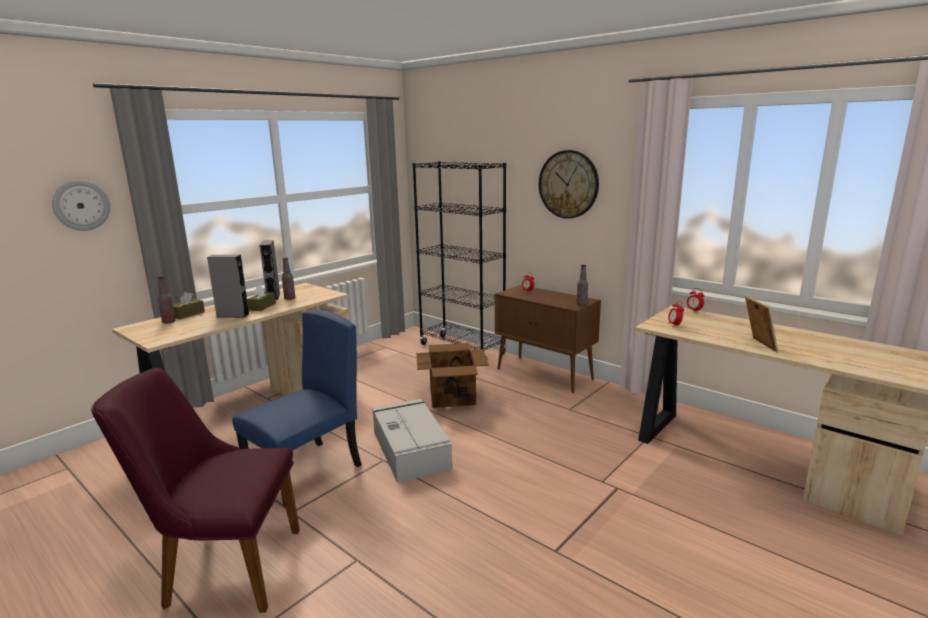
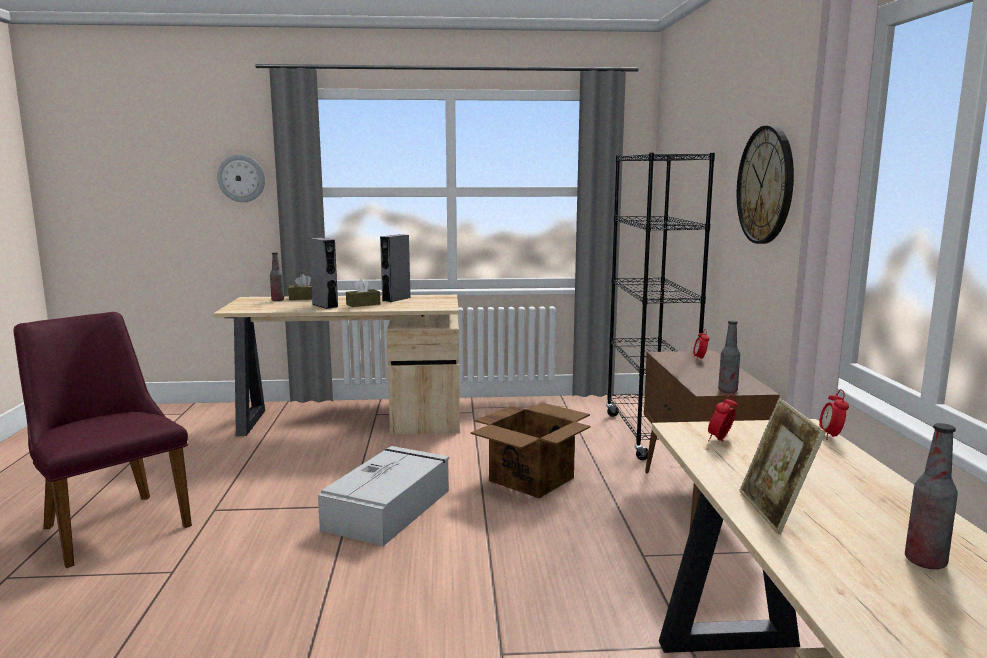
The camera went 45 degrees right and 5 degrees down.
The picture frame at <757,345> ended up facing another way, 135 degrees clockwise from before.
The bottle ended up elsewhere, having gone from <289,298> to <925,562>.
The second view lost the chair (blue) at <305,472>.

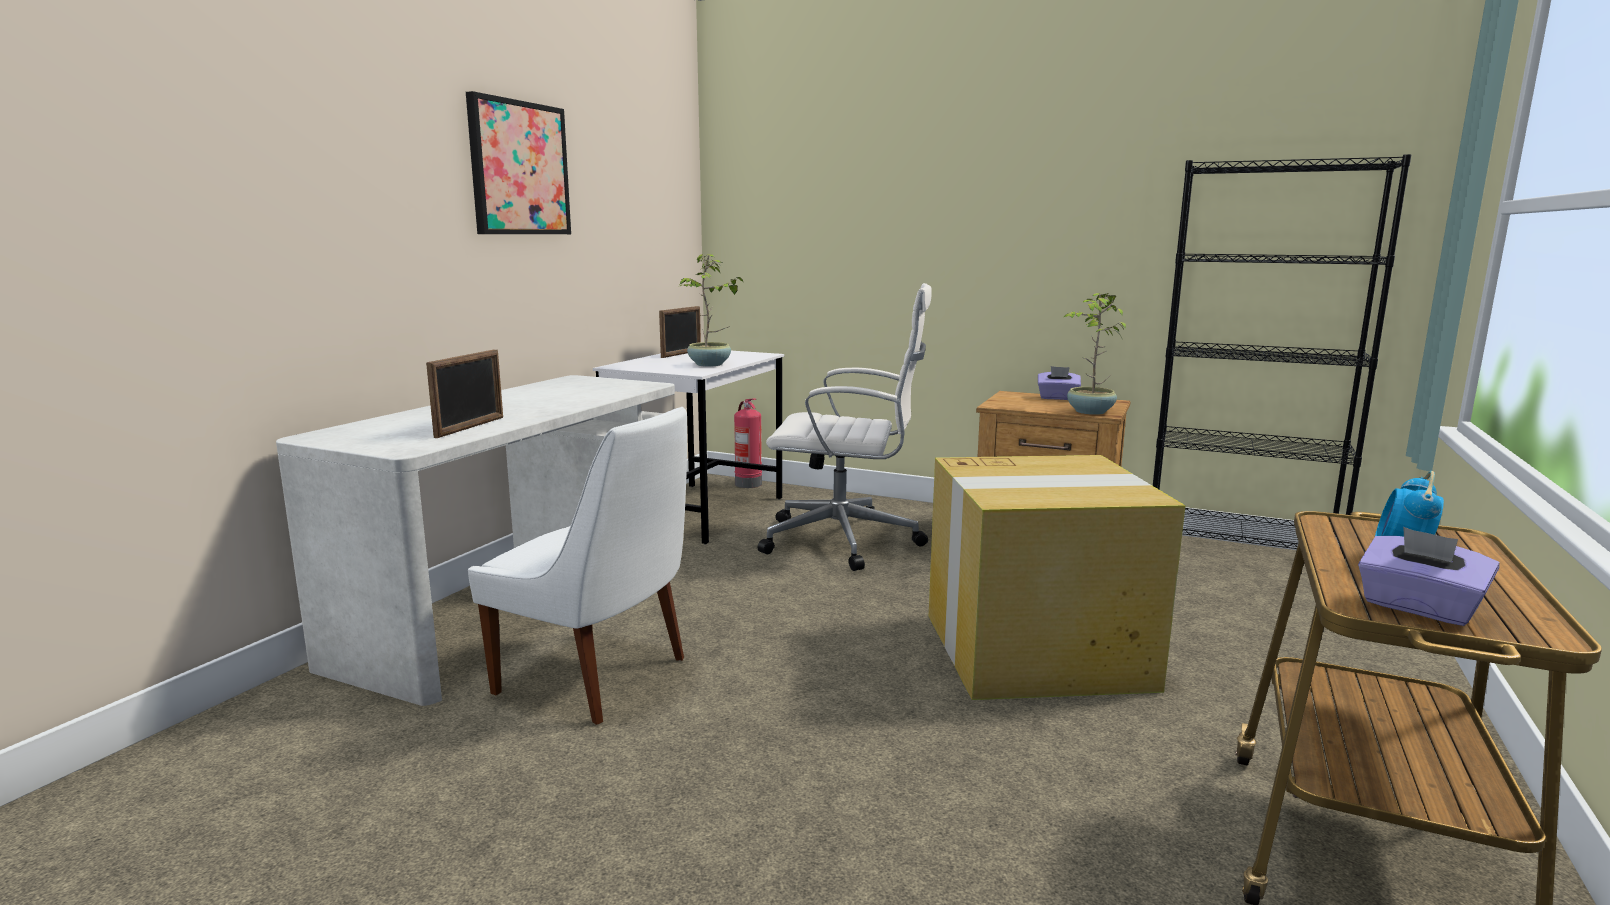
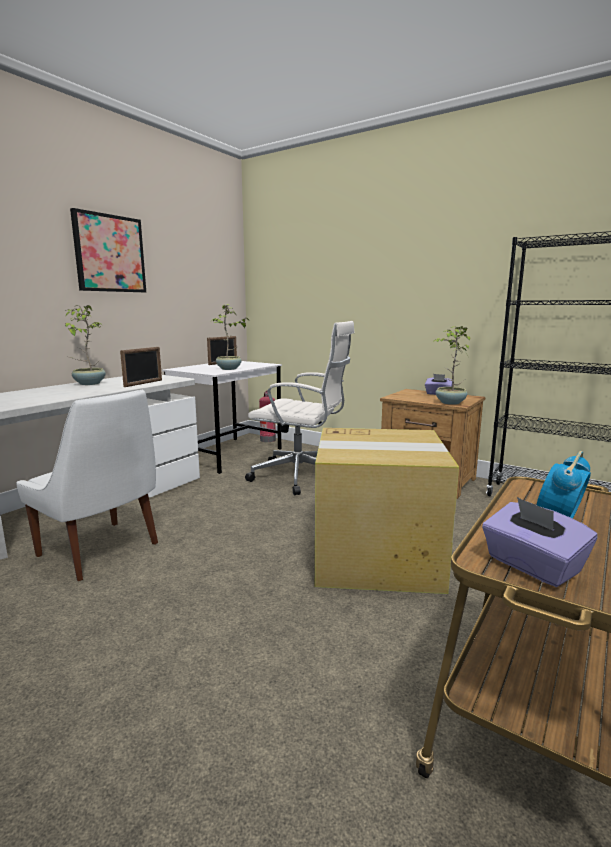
The camera went 10 degrees right and 0 degrees up.
The second view gained the potted plant at <89,383>.
The picture frame ended up elsewhere, having gone from <470,427> to <143,383>.

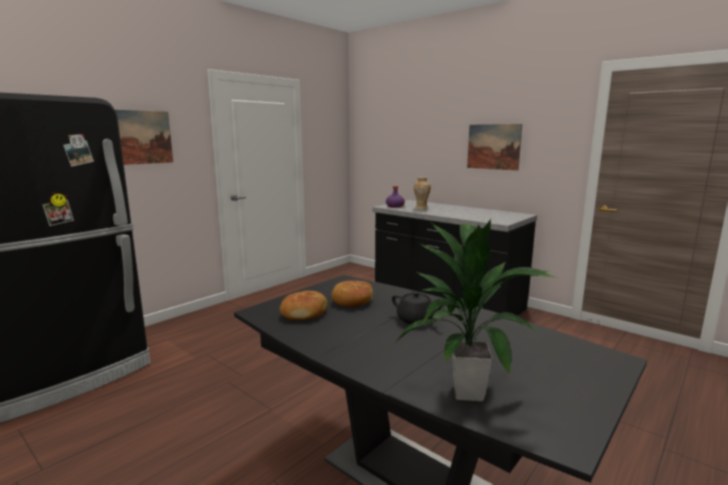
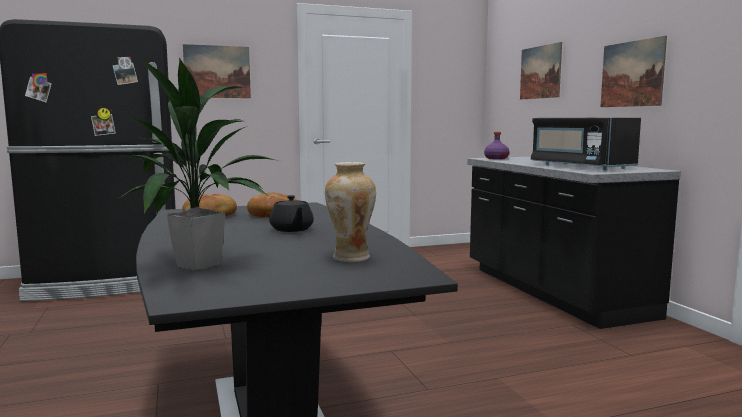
The camera went 30 degrees right and 5 degrees down.
The vase ended up elsewhere, having gone from <421,209> to <350,258>.
The second view gained the picture at <540,72>.
The second view gained the microwave (black) at <579,166>.

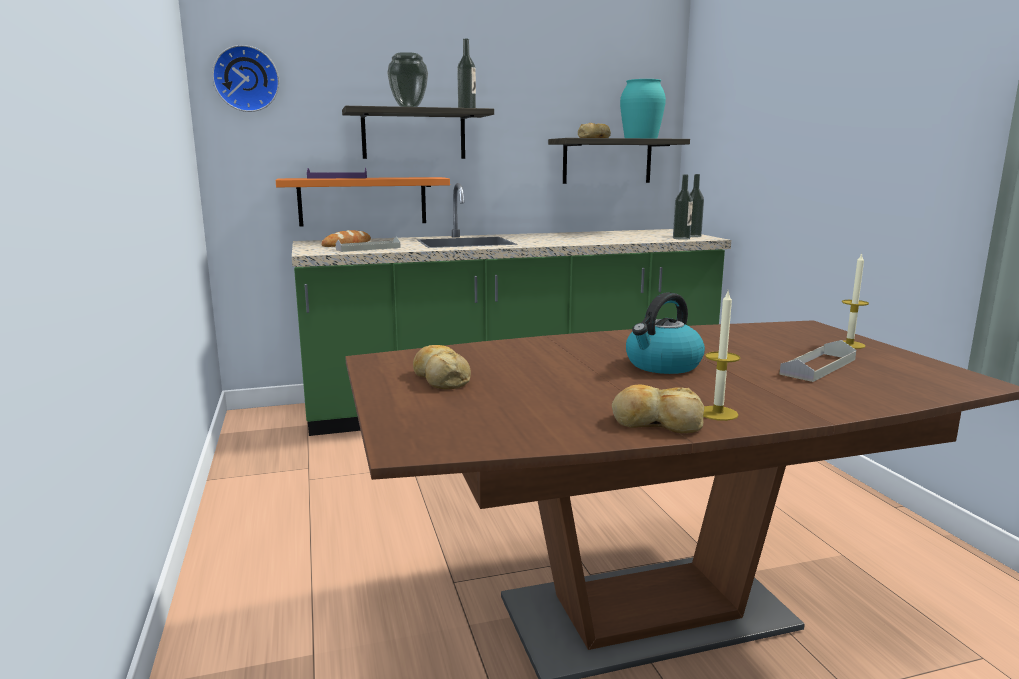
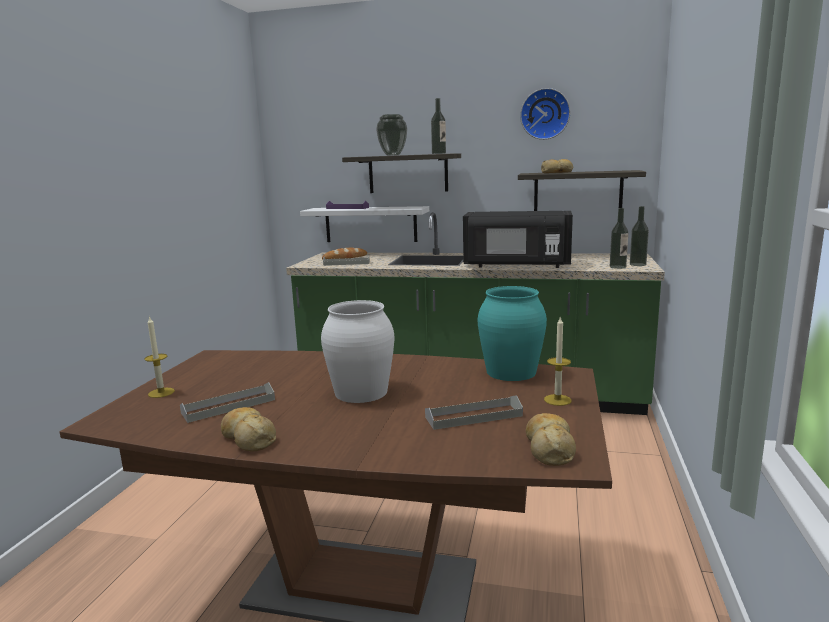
The camera went 30 degrees right and 0 degrees up.
The candle ended up elsewhere, having gone from <718,413> to <161,392>.
The second view gained the tray (grey) at <228,406>.
What was the shelf (orange) at <363,201> turned into the shelf (white) at <370,224>.
Where the kettle stood at <662,365>, the vase (white) came to stand at <361,392>.
The second view gained the microwave (black) at <516,265>.
The vase (turquoise) ended up elsewhere, having gone from <640,138> to <511,371>.
The wall clock ended up elsewhere, having gone from <246,79> to <545,114>.
The bread ended up elsewhere, having gone from <441,378> to <549,448>.

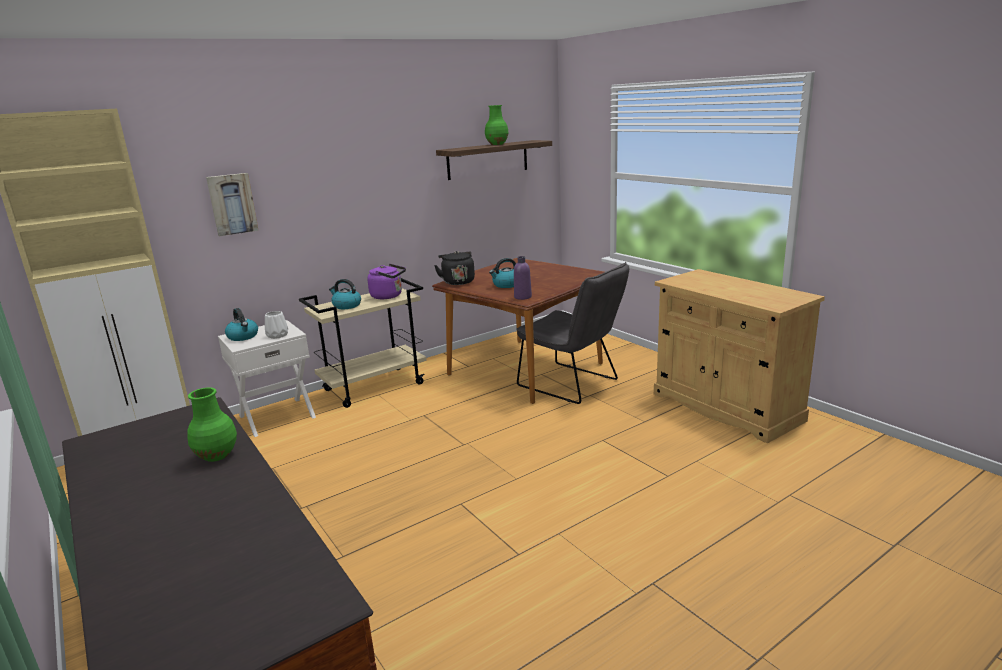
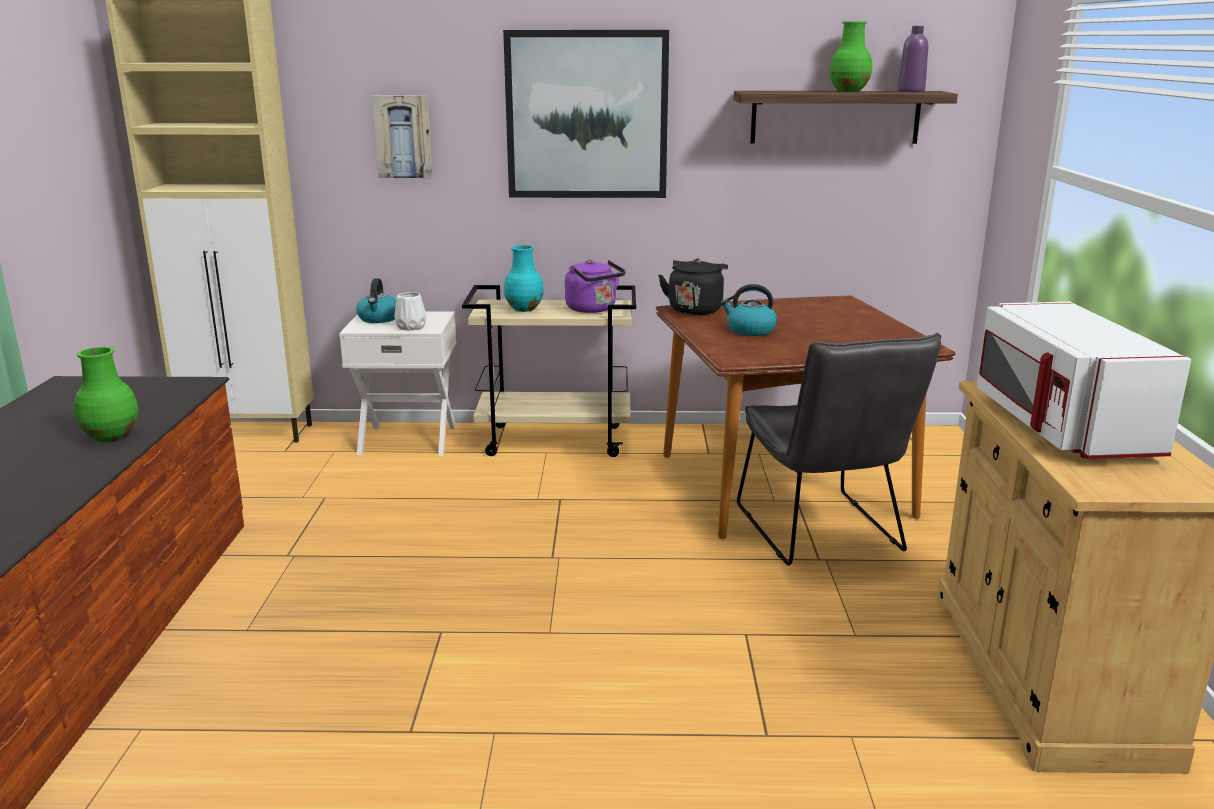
The camera went 35 degrees right and 0 degrees up.
The second view gained the picture at <587,115>.
Where the kettle stood at <346,306>, the vase (turquoise) came to stand at <524,309>.
The bottle (purple) ended up elsewhere, having gone from <522,297> to <911,91>.
The second view gained the microwave (white) at <1059,425>.

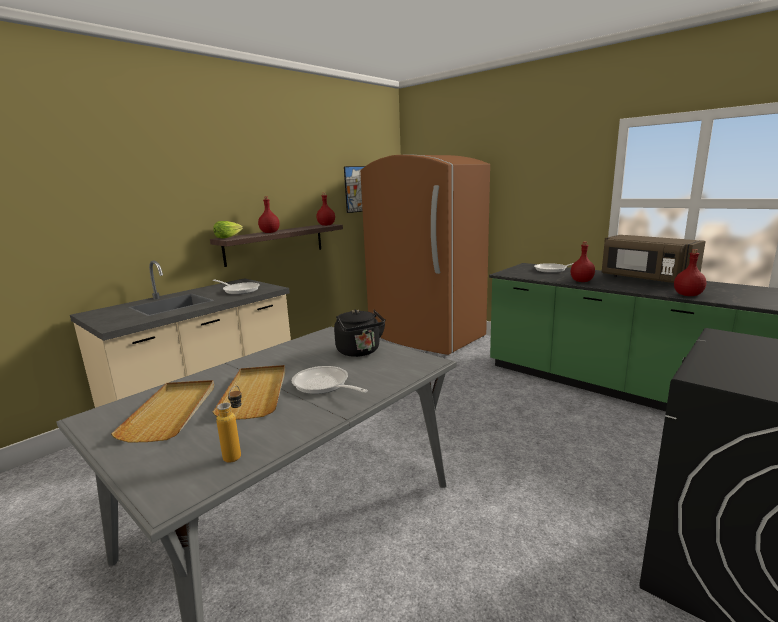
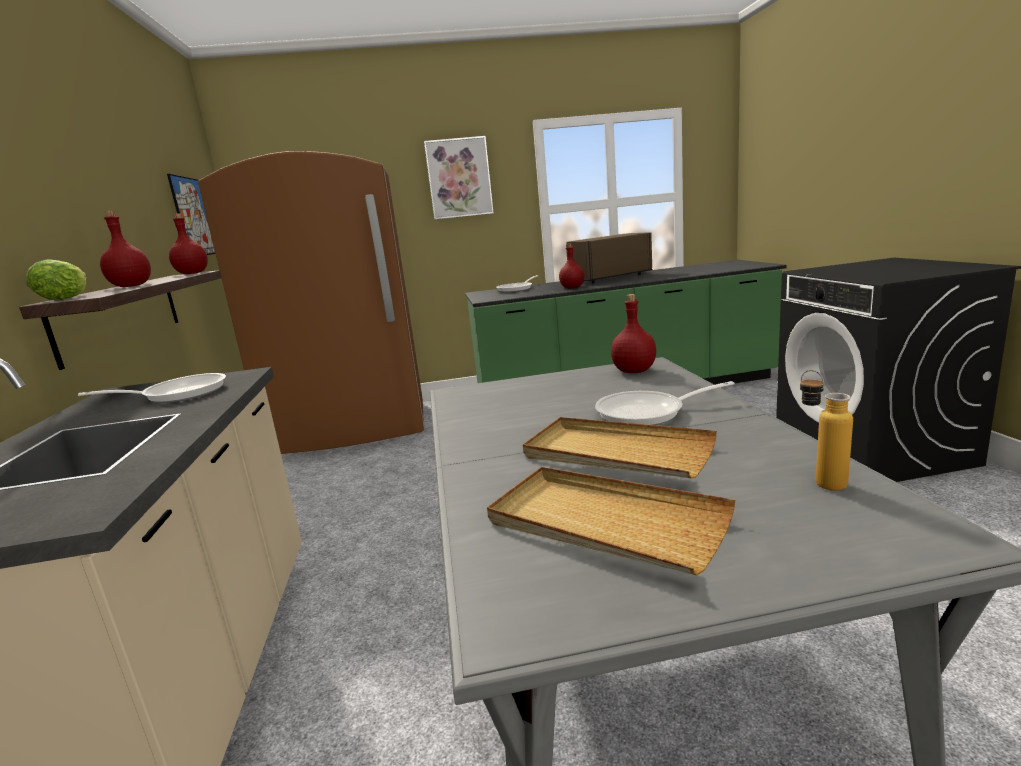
The camera went 50 degrees left and 0 degrees up.
The second view gained the picture at <459,178>.
The microwave (brown) at <645,279> ended up facing another way, 150 degrees clockwise from before.
The bottle (red) ended up elsewhere, having gone from <687,295> to <633,371>.
The second view lost the kettle (black) at <360,352>.

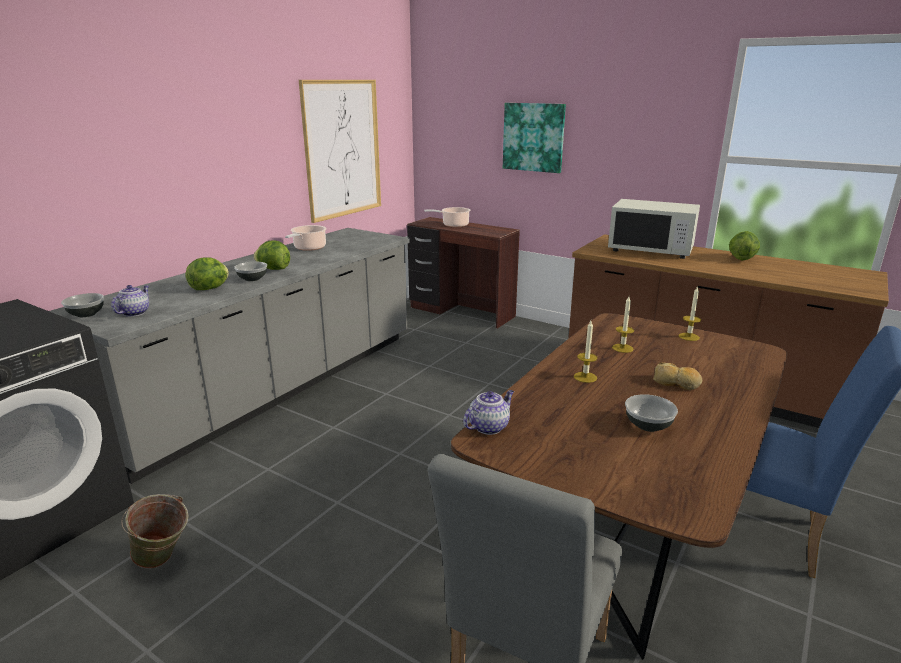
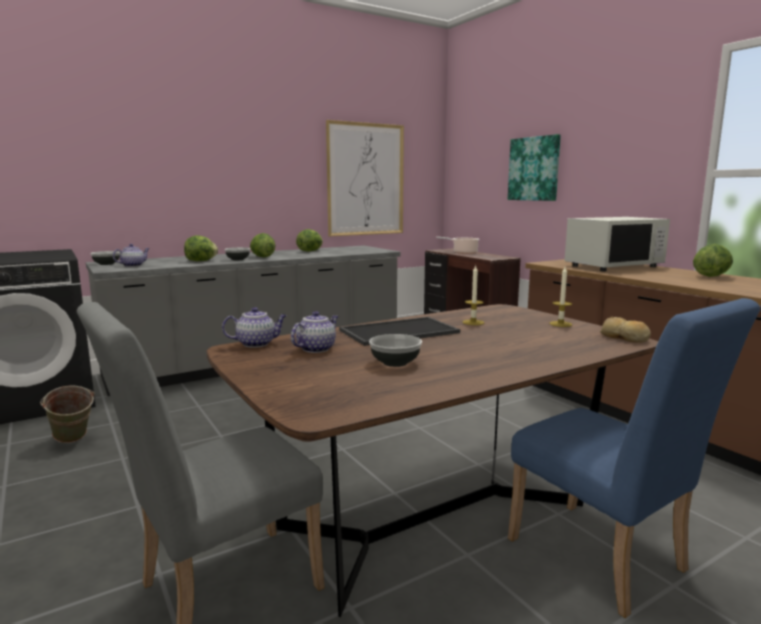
The camera went 25 degrees right and 10 degrees down.
The second view gained the teapot at <316,349>.
Where the cooking pot stood at <308,248>, the lettuce came to stand at <310,251>.
Where the candle stood at <585,377>, the tray came to stand at <399,332>.
The microwave (white) at <651,250> ended up facing another way, 75 degrees counterclockwise from before.
The bread ended up elsewhere, having gone from <676,383> to <624,338>.

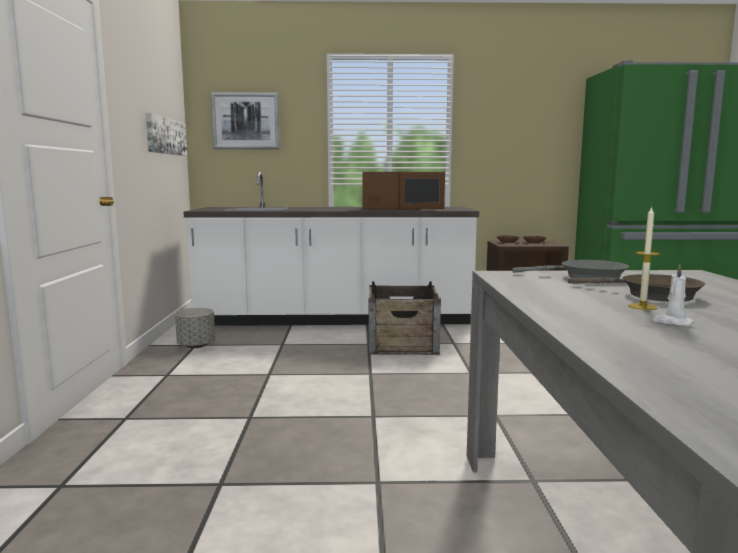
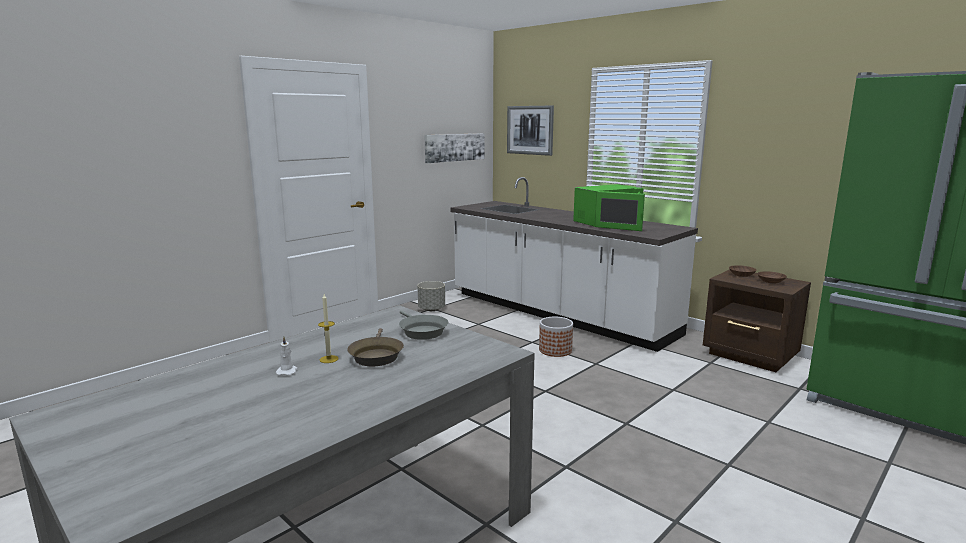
The camera went 45 degrees right and 5 degrees up.
Where the crate stood at <402,344>, the planter came to stand at <555,350>.
What was the microwave (brown) at <391,208> turned into the microwave (green) at <607,223>.

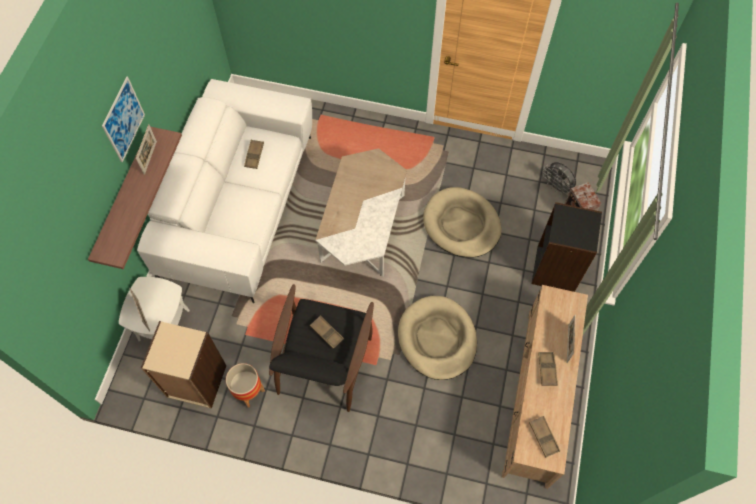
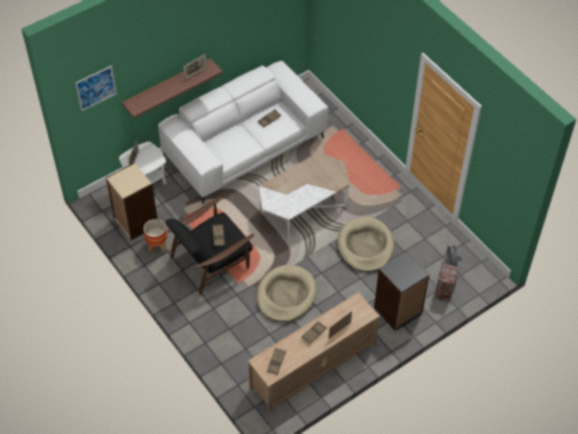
The camera went 40 degrees right and 10 degrees down.
The picture ended up elsewhere, having gone from <123,119> to <96,88>.

